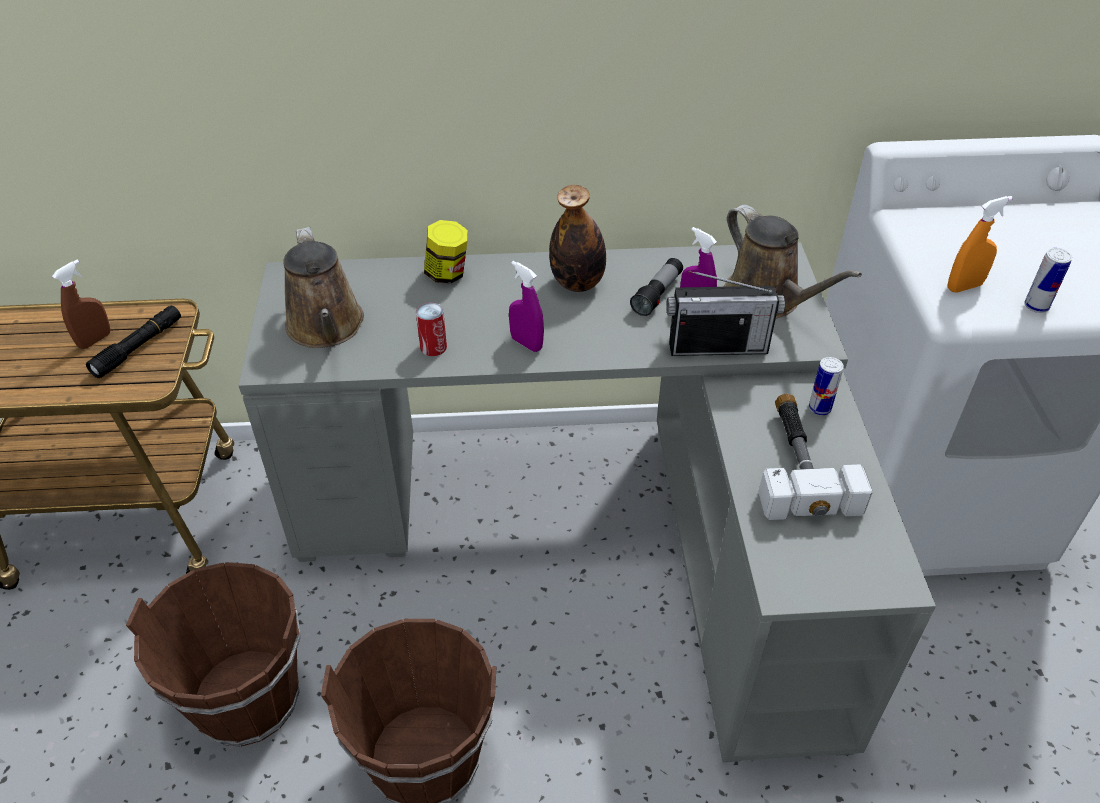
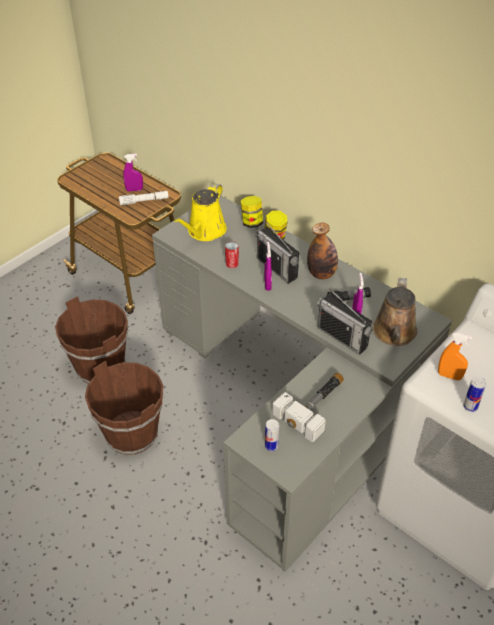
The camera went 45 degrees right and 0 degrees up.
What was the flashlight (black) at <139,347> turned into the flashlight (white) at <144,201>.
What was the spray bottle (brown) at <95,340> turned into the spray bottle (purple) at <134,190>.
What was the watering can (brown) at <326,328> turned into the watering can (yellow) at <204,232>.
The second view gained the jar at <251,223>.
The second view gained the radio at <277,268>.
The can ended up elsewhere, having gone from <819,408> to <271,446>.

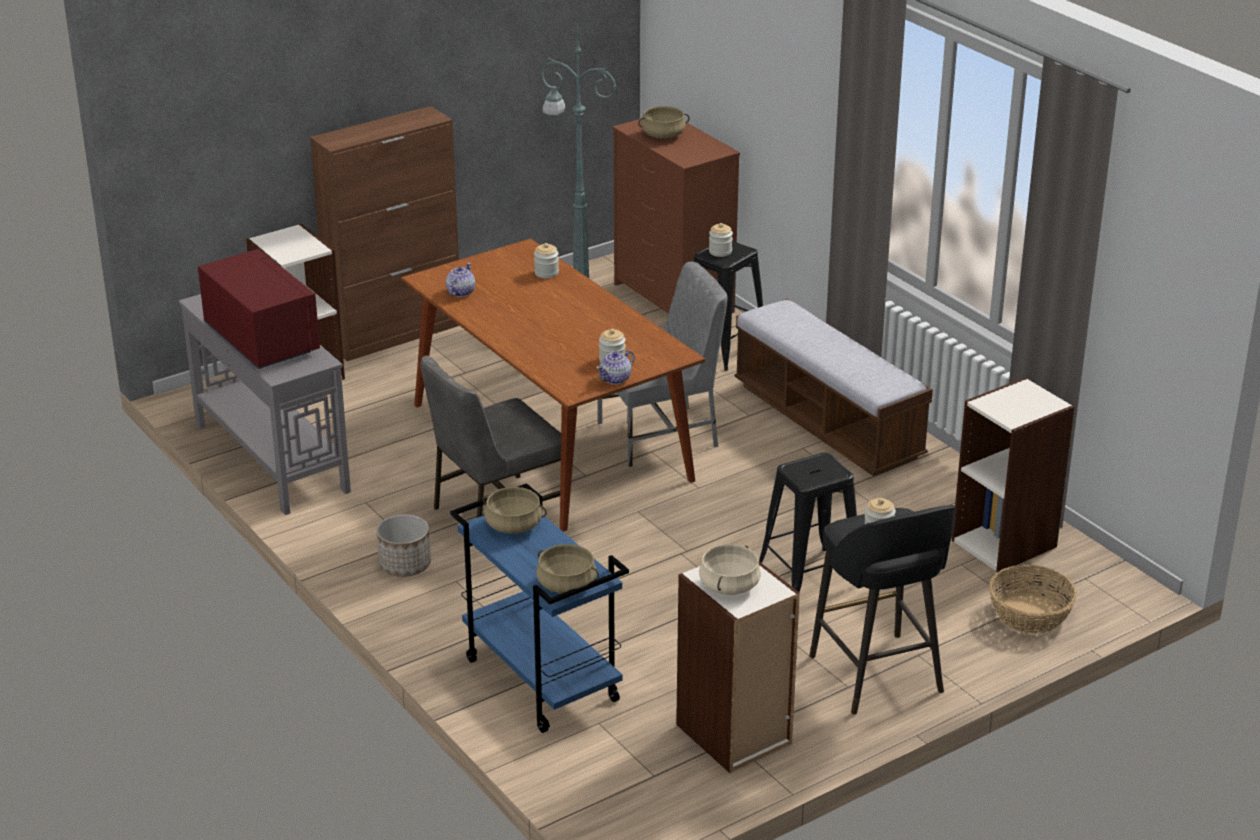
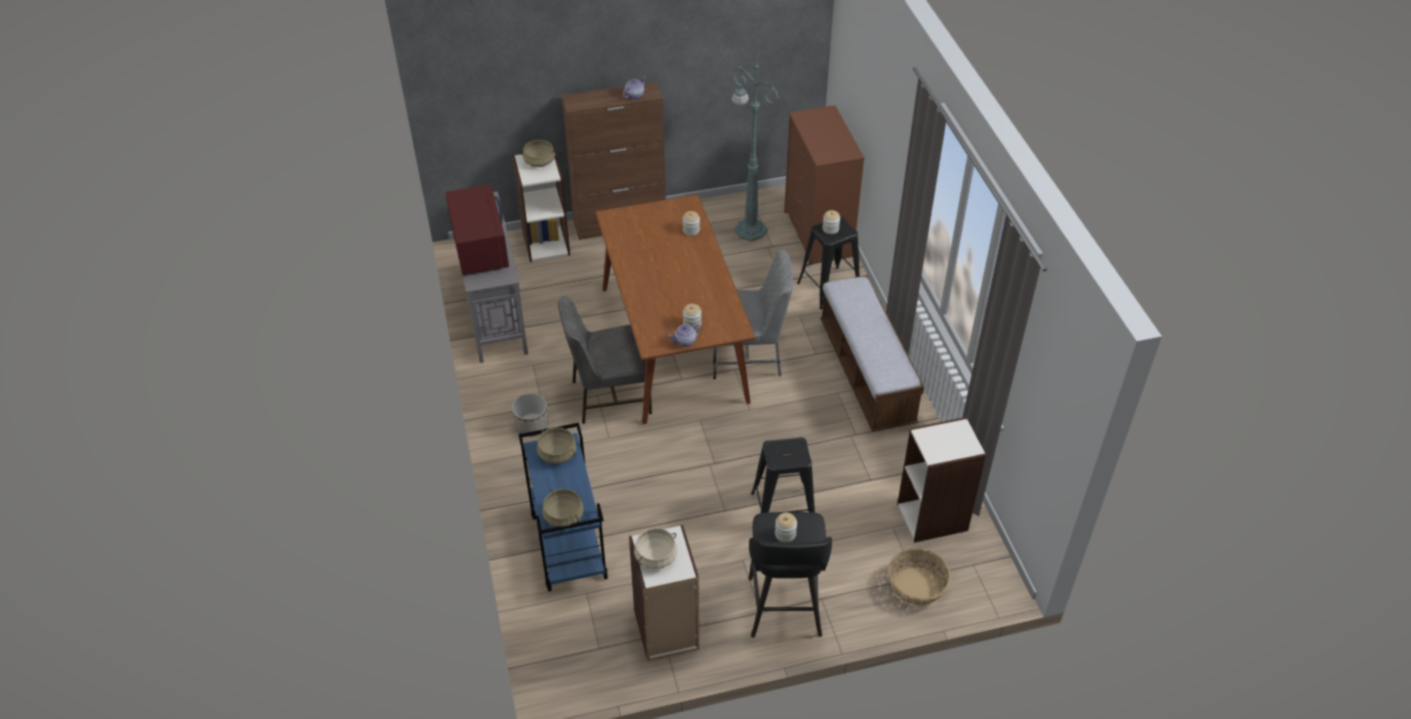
The camera went 20 degrees right and 15 degrees up.
The cooking pot (beige) ended up elsewhere, having gone from <663,135> to <539,162>.
The teapot ended up elsewhere, having gone from <460,292> to <634,95>.

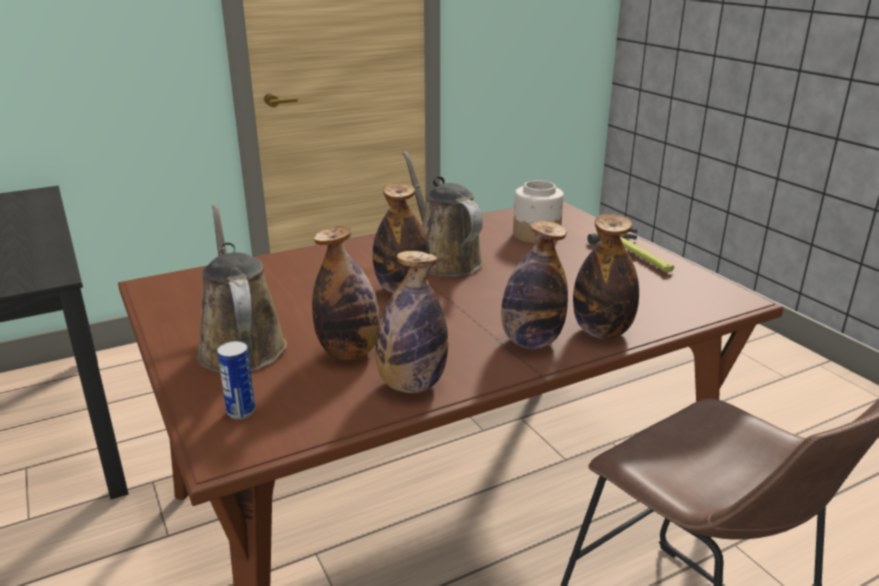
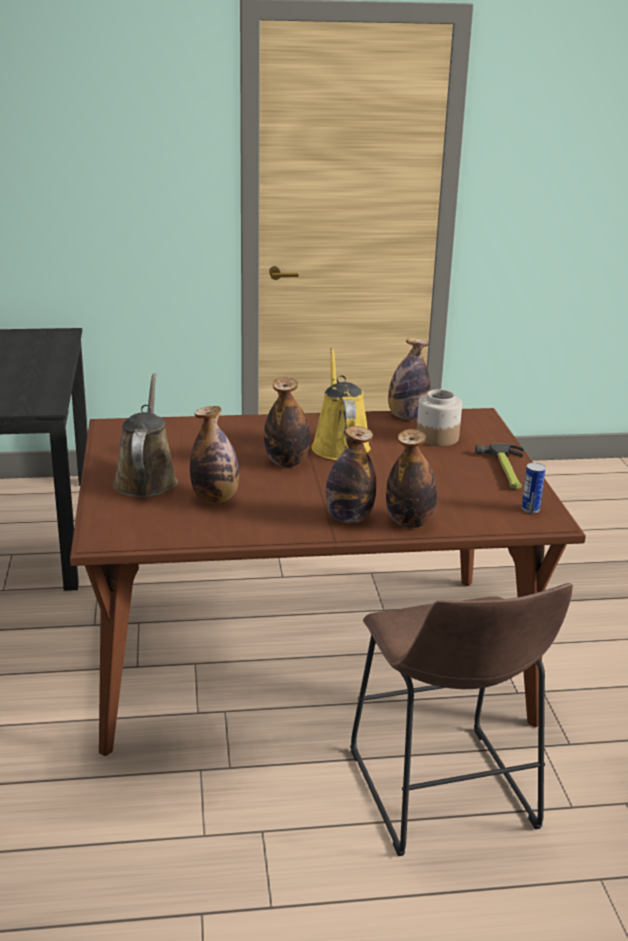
The camera went 20 degrees right and 0 degrees up.
What was the watering can (brown) at <444,260> turned into the watering can (yellow) at <339,445>.
The bottle ended up elsewhere, having gone from <411,385> to <406,417>.
The can ended up elsewhere, having gone from <241,411> to <530,509>.

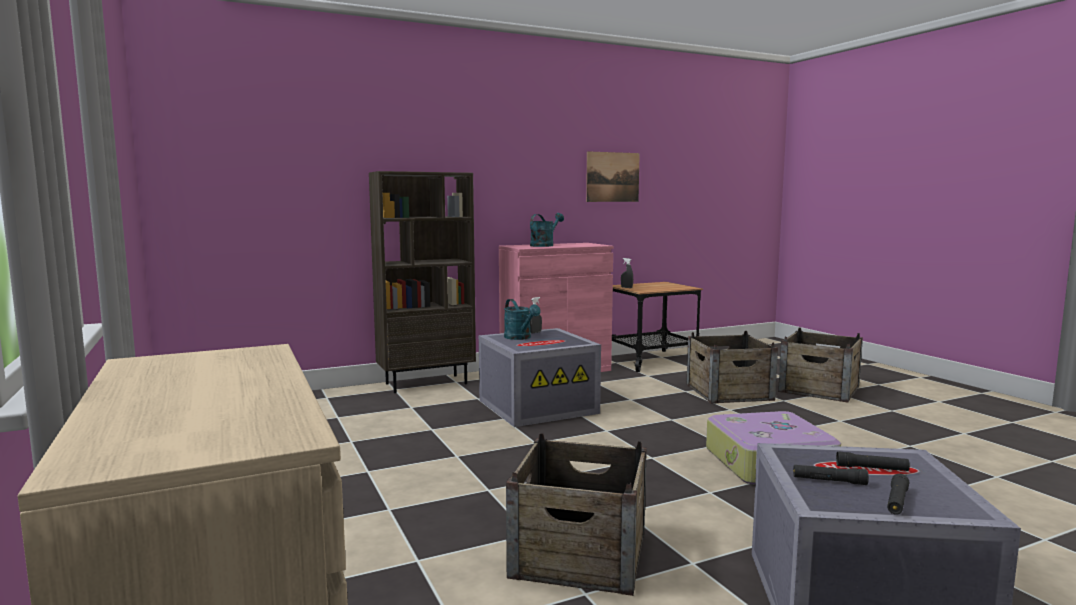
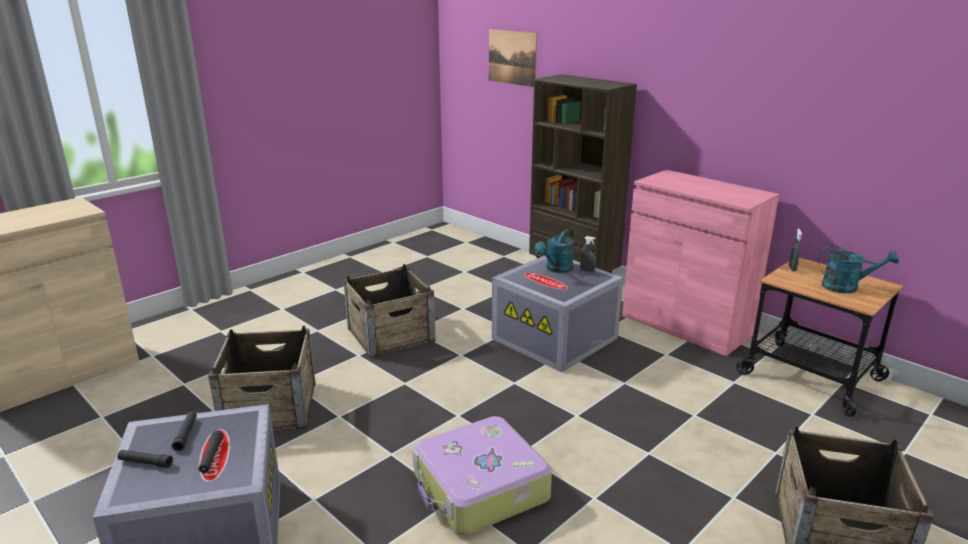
The camera went 70 degrees right and 15 degrees up.
The crate ended up elsewhere, having gone from <728,392> to <391,334>.
The picture ended up elsewhere, having gone from <612,177> to <512,57>.
The watering can (turquoise) ended up elsewhere, having gone from <544,245> to <846,287>.

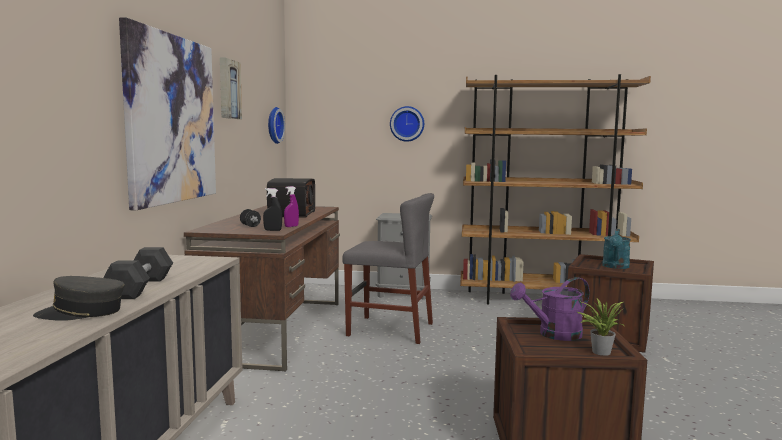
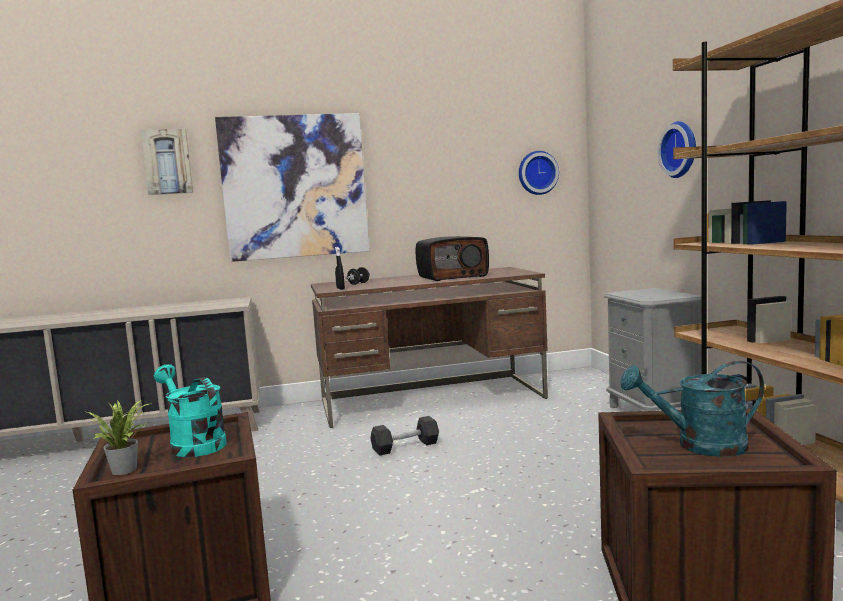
The camera went 70 degrees right and 0 degrees up.
The picture ended up elsewhere, having gone from <228,89> to <167,162>.
What was the watering can (purple) at <554,335> turned into the watering can (turquoise) at <193,444>.
The dumbbell (black) ended up elsewhere, having gone from <140,288> to <405,447>.
The second view lost the cap (grey) at <82,312>.
The second view lost the spray bottle (purple) at <291,226>.
The second view lost the chair (grey) at <390,329>.

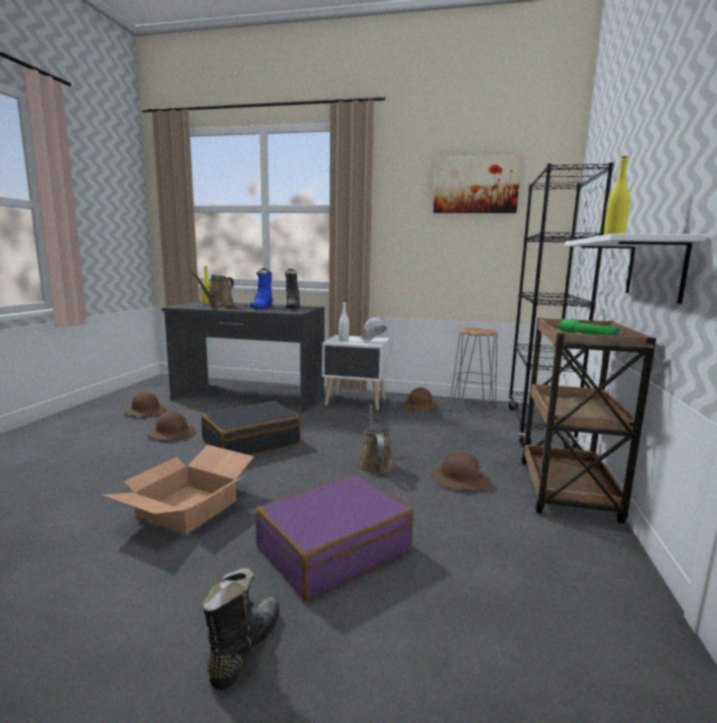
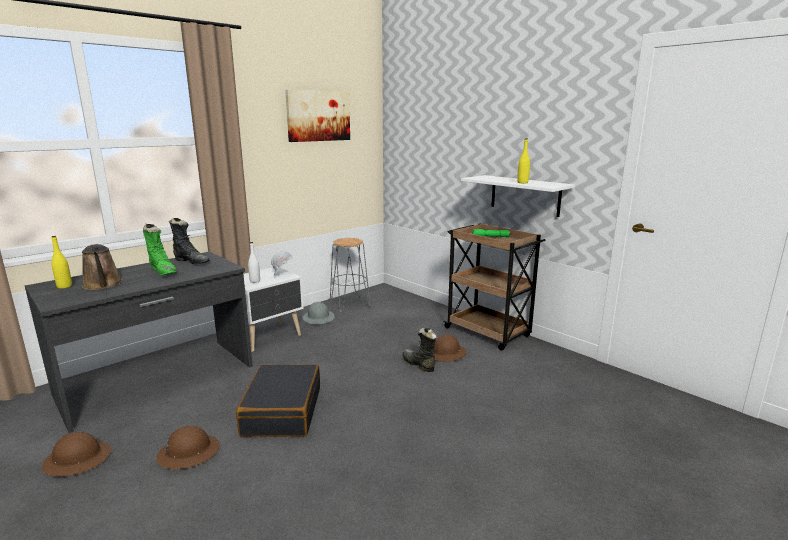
The camera went 55 degrees left and 5 degrees up.
What was the boot (blue) at <262,307> turned into the boot (green) at <163,271>.
What was the hard hat (brown) at <420,406> turned into the hard hat (grey) at <318,318>.
The boot (black) ended up elsewhere, having gone from <244,648> to <418,364>.
The second view lost the cardboard box at <187,507>.
The second view lost the suitcase (purple) at <333,549>.
The second view lost the watering can (brown) at <374,464>.
The second view lost the bookcase (black) at <538,428>.

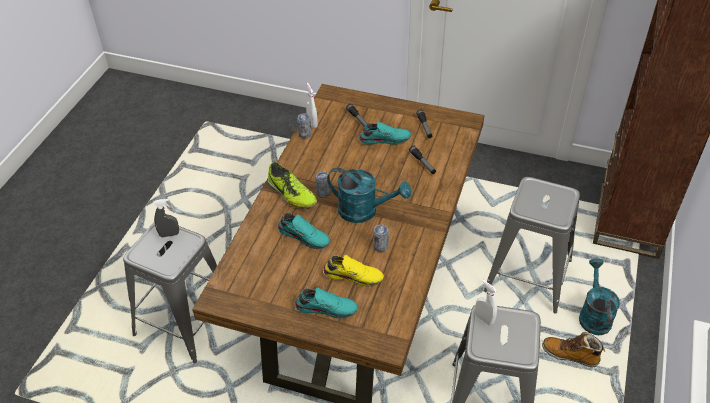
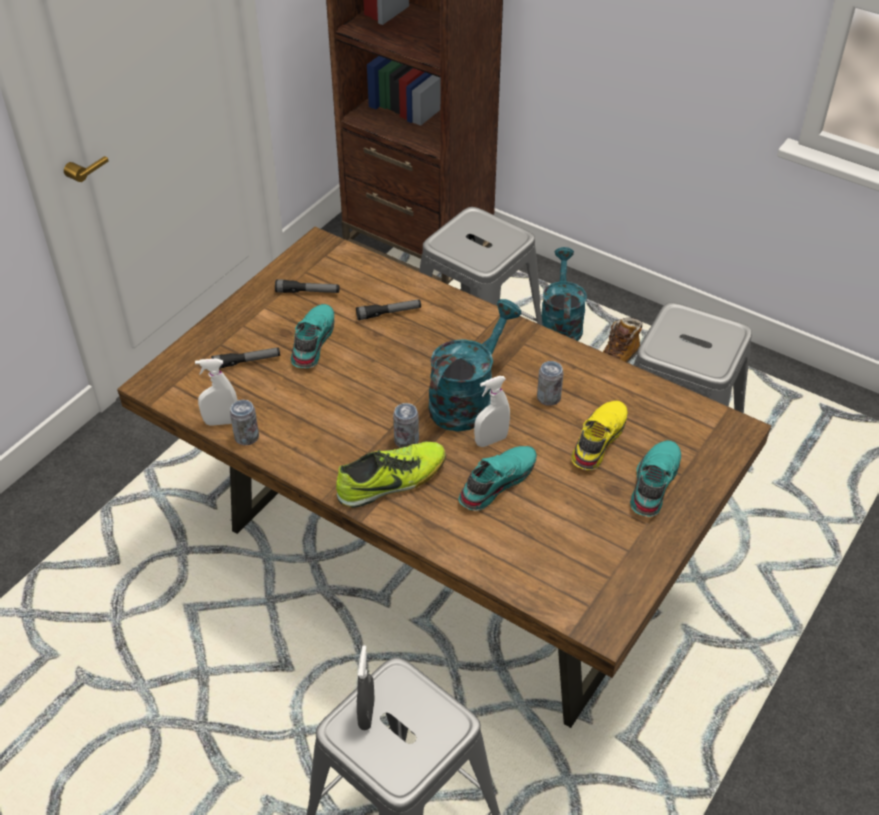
The camera went 75 degrees left and 0 degrees up.
The spray bottle (white) ended up elsewhere, having gone from <484,319> to <491,440>.
The watering can (turquoise) at <593,315> ended up facing another way, 75 degrees clockwise from before.

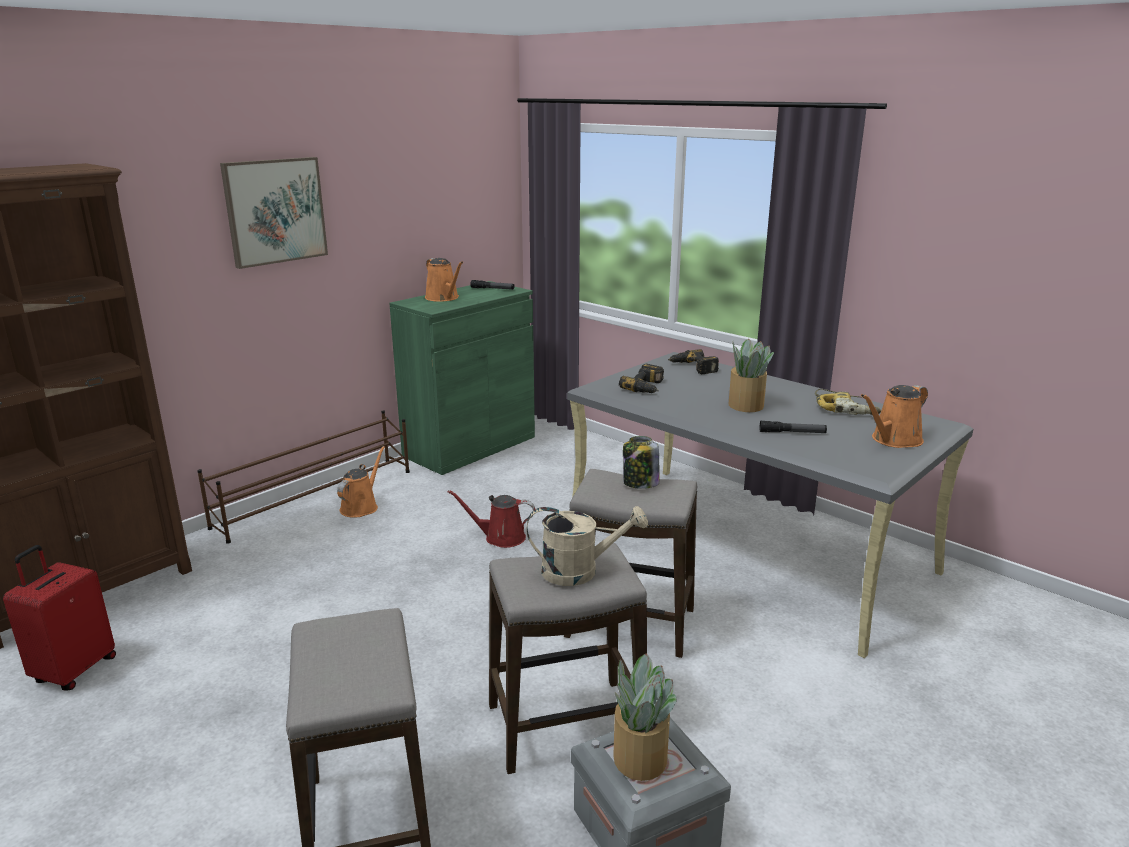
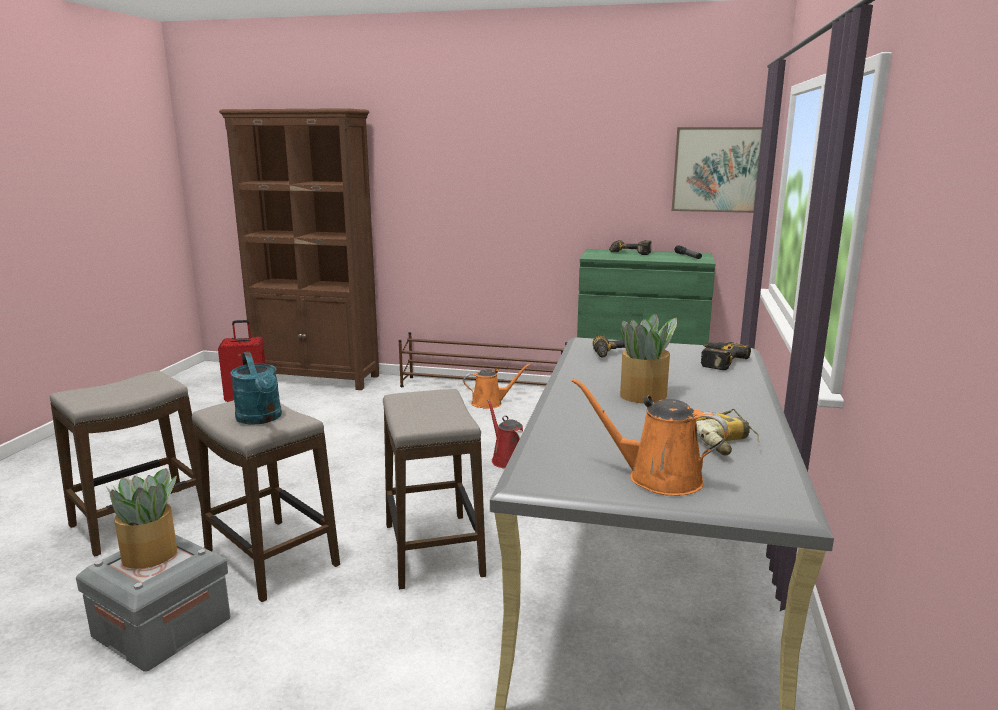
The camera went 60 degrees right and 5 degrees down.
What was the watering can (beige) at <580,571> turned into the watering can (turquoise) at <261,419>.
Where the watering can (orange) stood at <443,298>, the power drill came to stand at <628,253>.
The picture ended up elsewhere, having gone from <275,211> to <716,169>.
The second view lost the jar at <640,483>.
The second view lost the flashlight at <792,432>.

